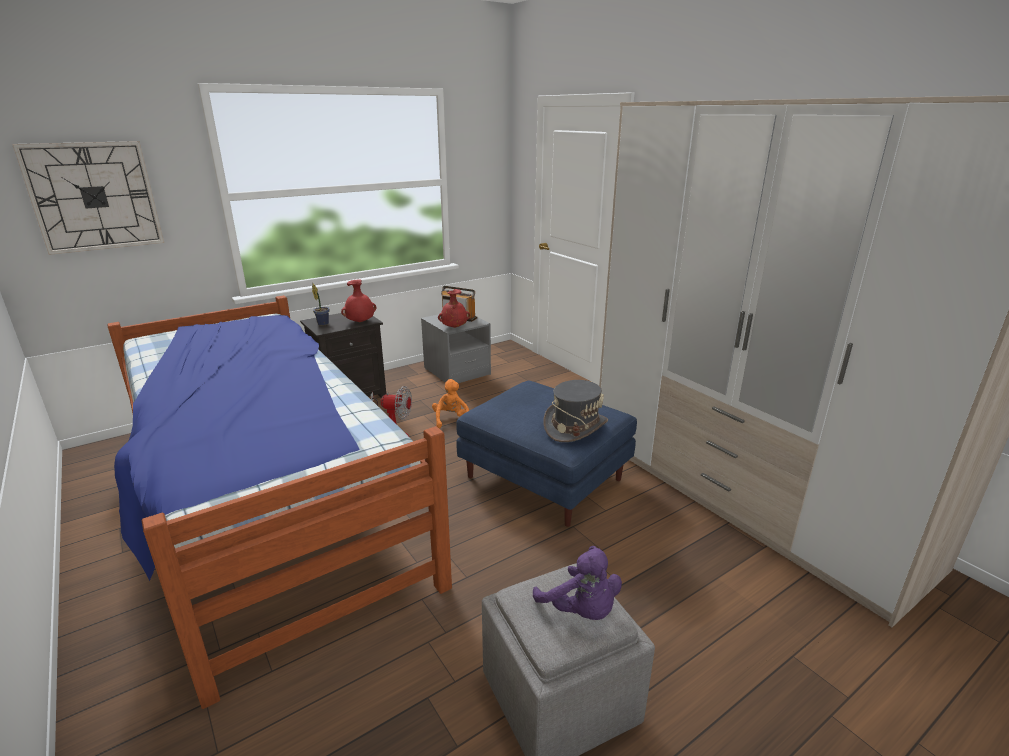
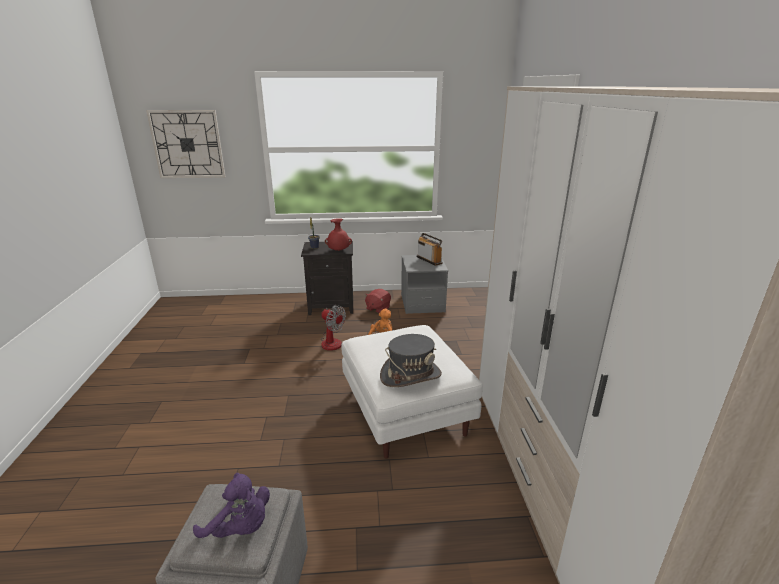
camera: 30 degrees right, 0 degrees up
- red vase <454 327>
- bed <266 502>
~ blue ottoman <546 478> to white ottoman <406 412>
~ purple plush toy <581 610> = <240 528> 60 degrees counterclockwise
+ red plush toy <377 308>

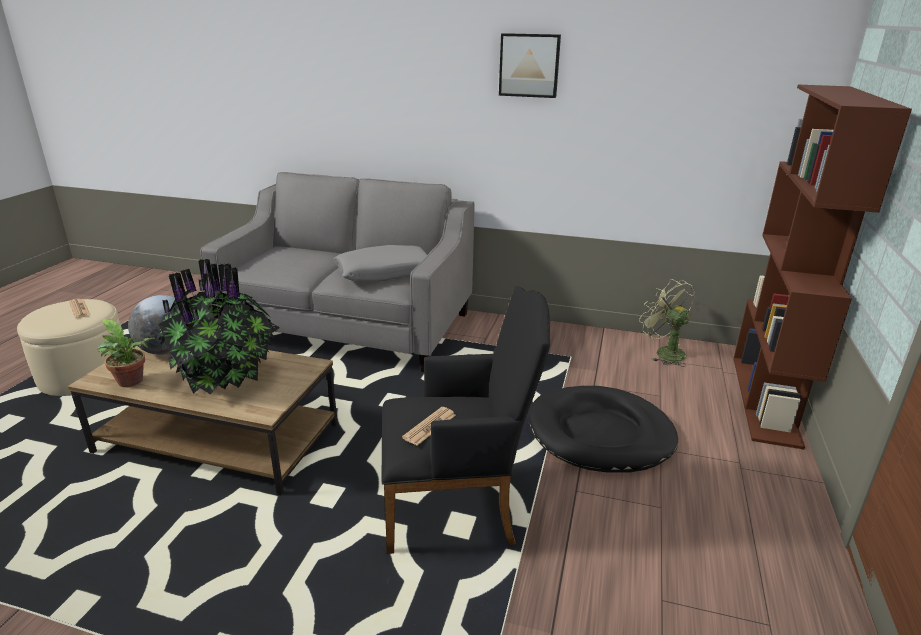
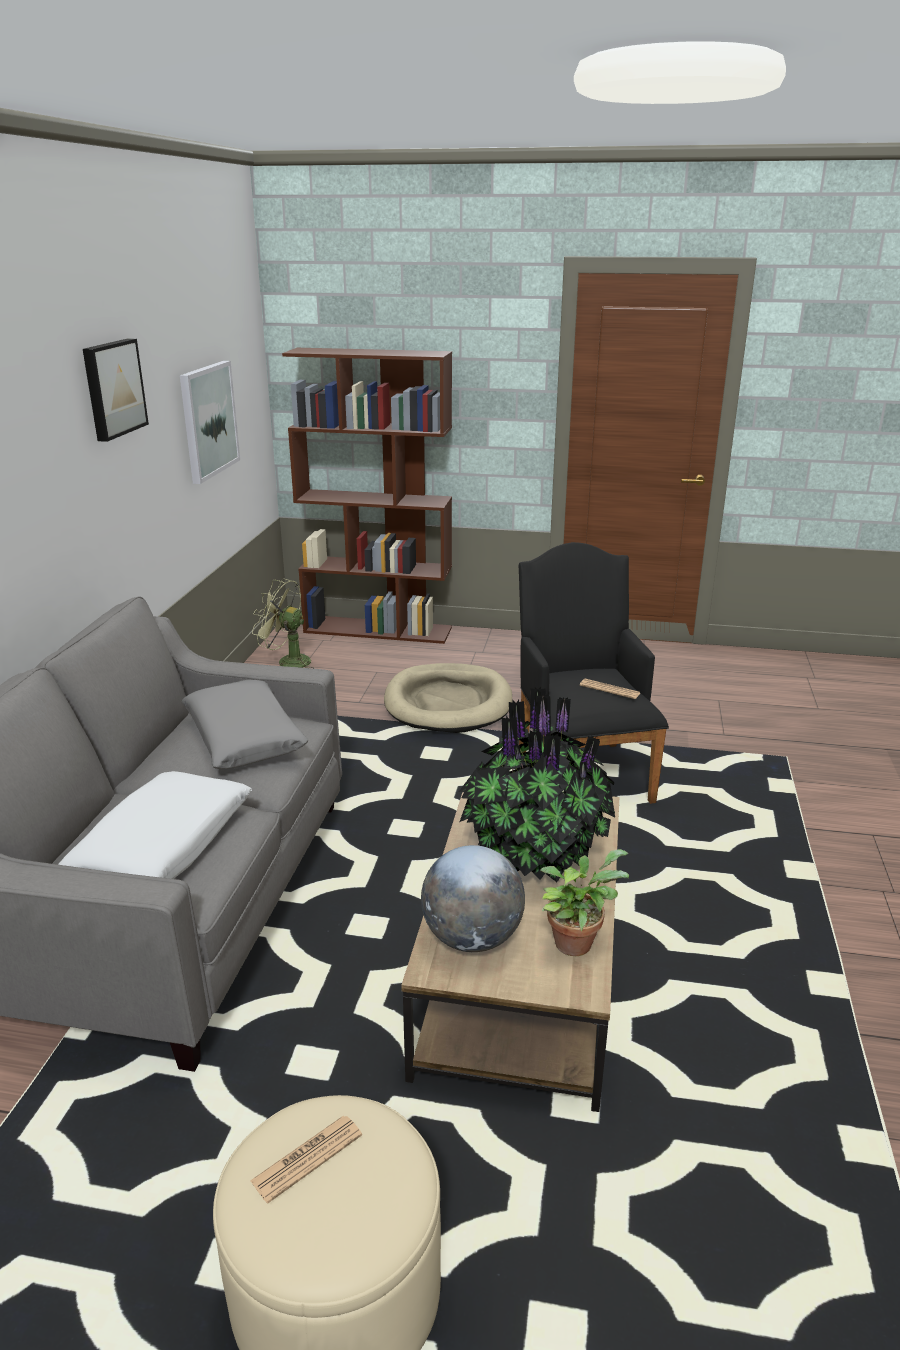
camera: 95 degrees left, 0 degrees up
~ green fan <664 352> = <287 662> 60 degrees clockwise
~ black dog bed <600 434> to beige dog bed <448 703>
+ picture <208 420>
+ white pillow <163 847>

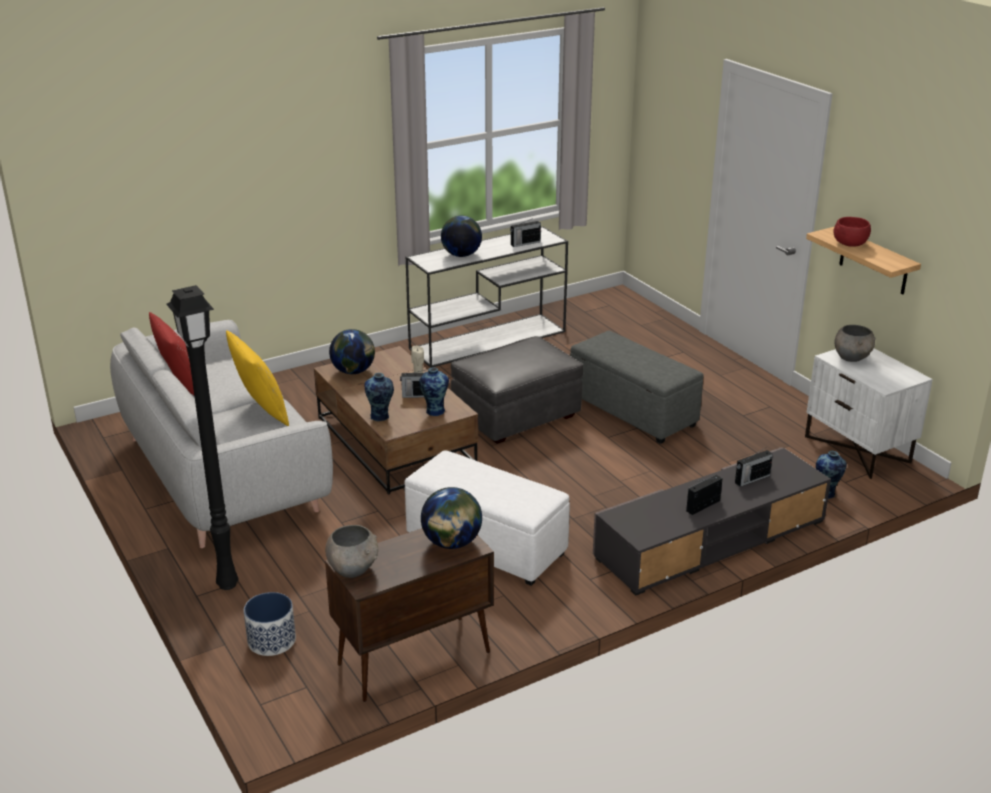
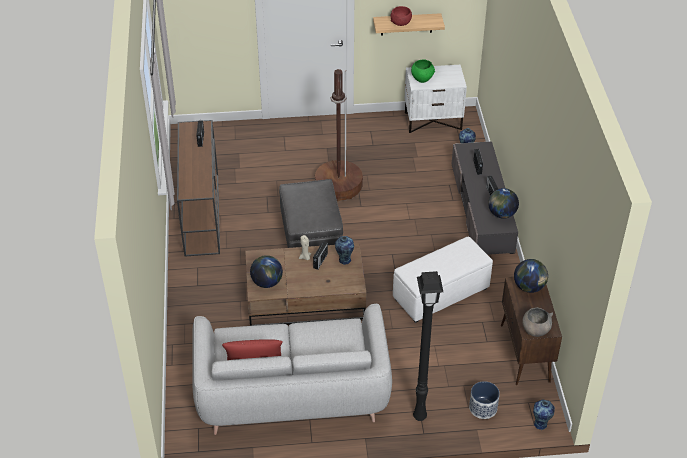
camera: 65 degrees left, 15 degrees up
~ globe <461 255> to <501 214>
~ white console table <489 339> to brown console table <201 213>
~ grey bowl <852 358> to green bowl <422 79>
- yellow pillow <261 411>
~ grey ottoman <631 411> to brown floor lamp <338 185>
~ vase <380 417> to <541 424>

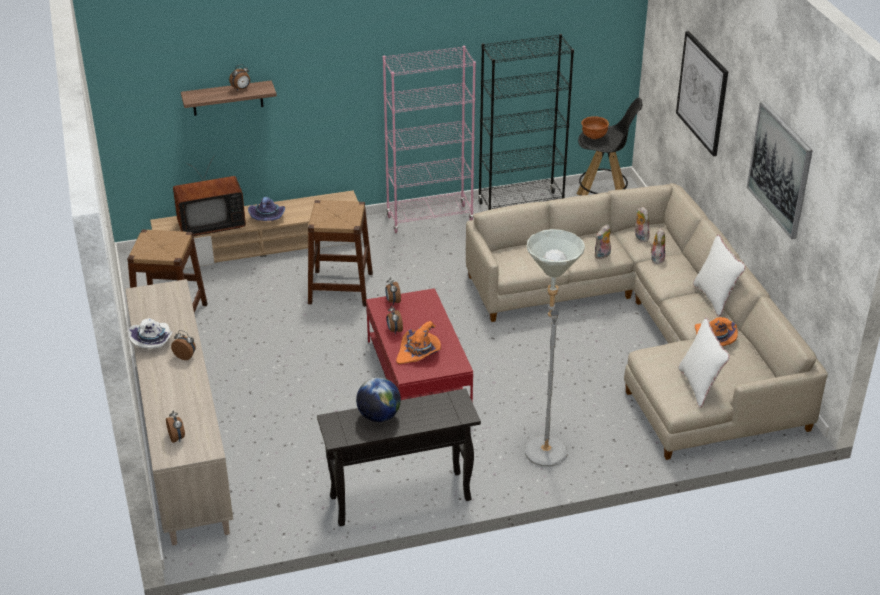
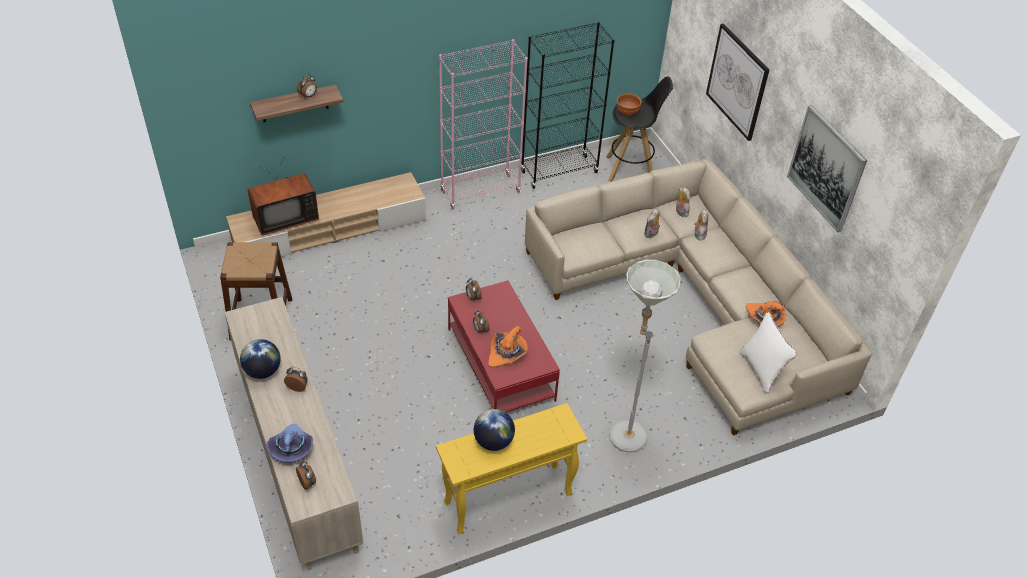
camera: 10 degrees left, 10 degrees up
~ purple hat <267 216> to <291 448>
- brown stool <340 288>
- white pillow <715 298>
~ white hat <153 340> to globe <263 371>
~ black console table <399 499> to yellow console table <507 499>

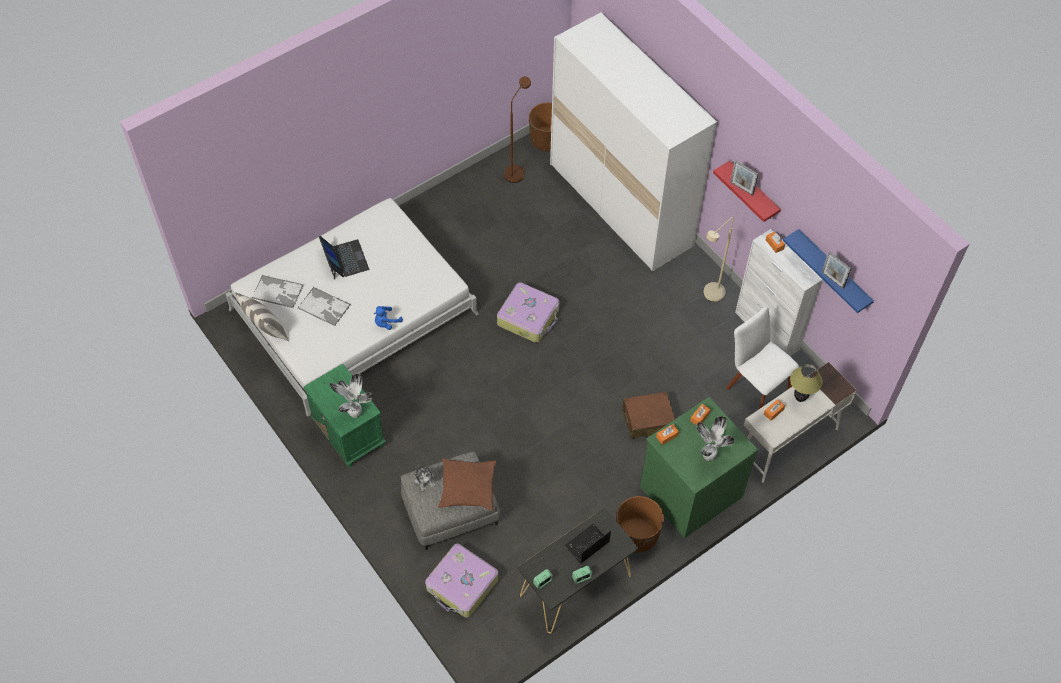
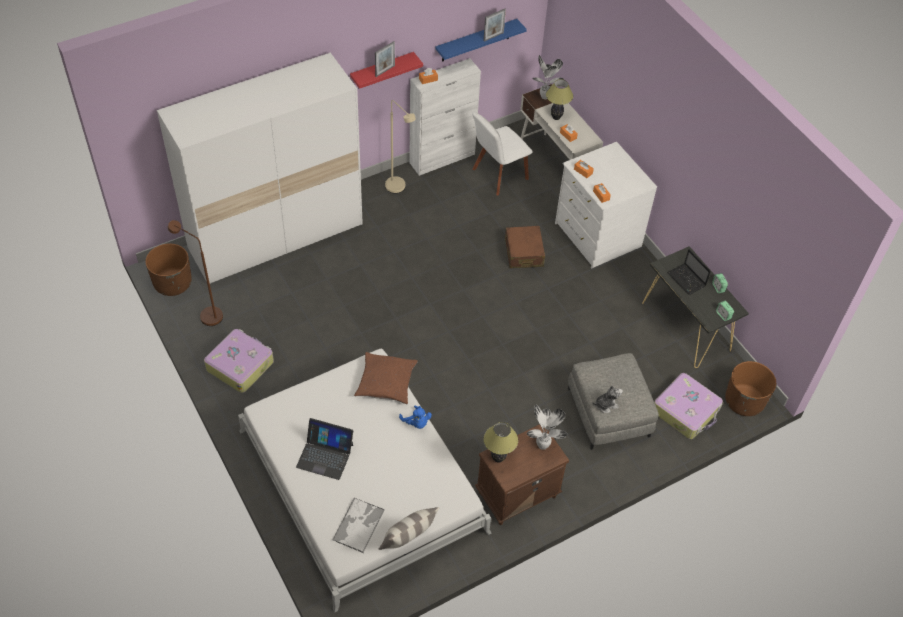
camera: 85 degrees left, 5 degrees down
~ laptop <345 259> = <325 455> 150 degrees counterclockwise
~ suitcase <529 317> to <240 365>
- tray <324 307>
~ green nightstand <348 434> to brown nightstand <516 495>
~ green dresser <690 490> to white dresser <596 235>
~ potted plant <707 456> to <545 97>
~ brown pillow <467 487> to <386 382>
~ brown planter <637 535> to <744 401>
+ table lamp <498 458>

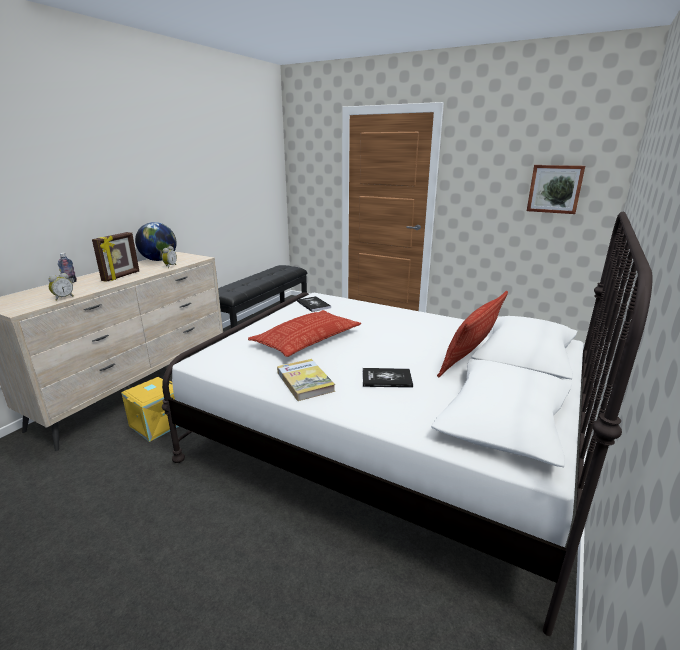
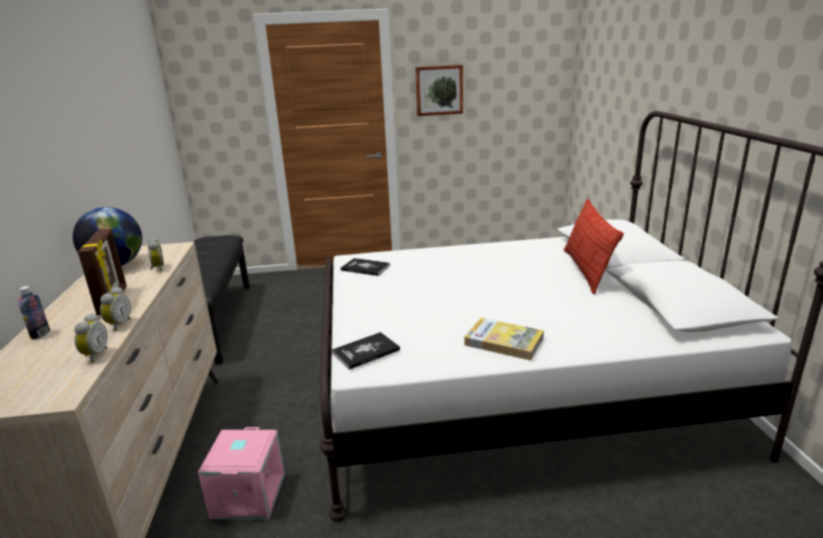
camera: 35 degrees left, 0 degrees up
~ picture <555 189> to <439 90>
- pillow <307 339>
~ book <386 379> to <365 351>
~ yellow storage box <157 424> to pink storage box <247 495>
+ alarm clock <118 325>

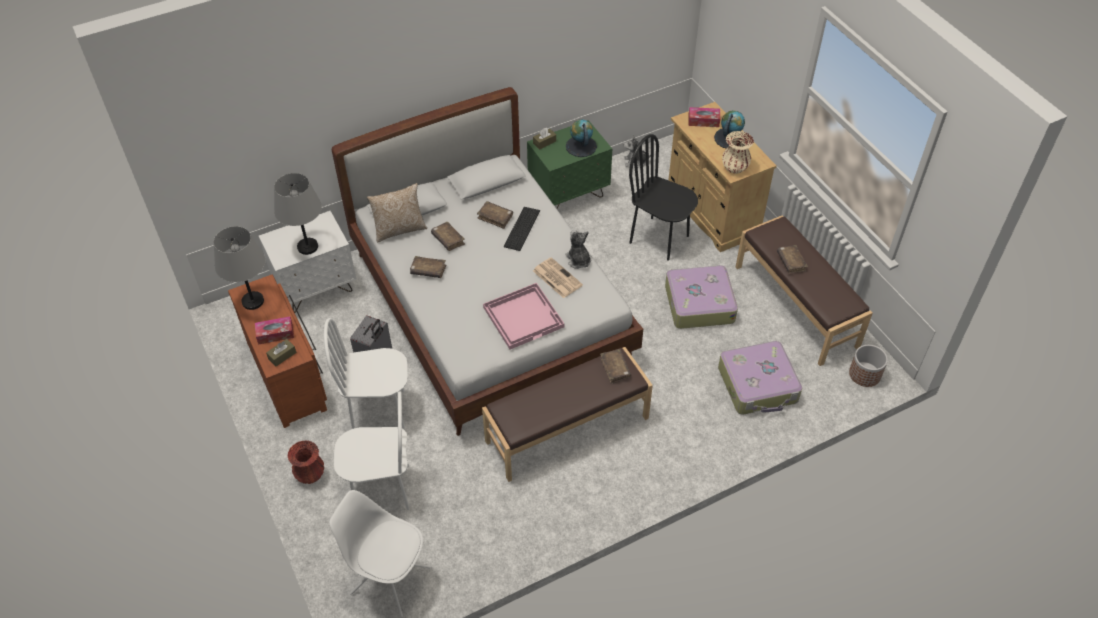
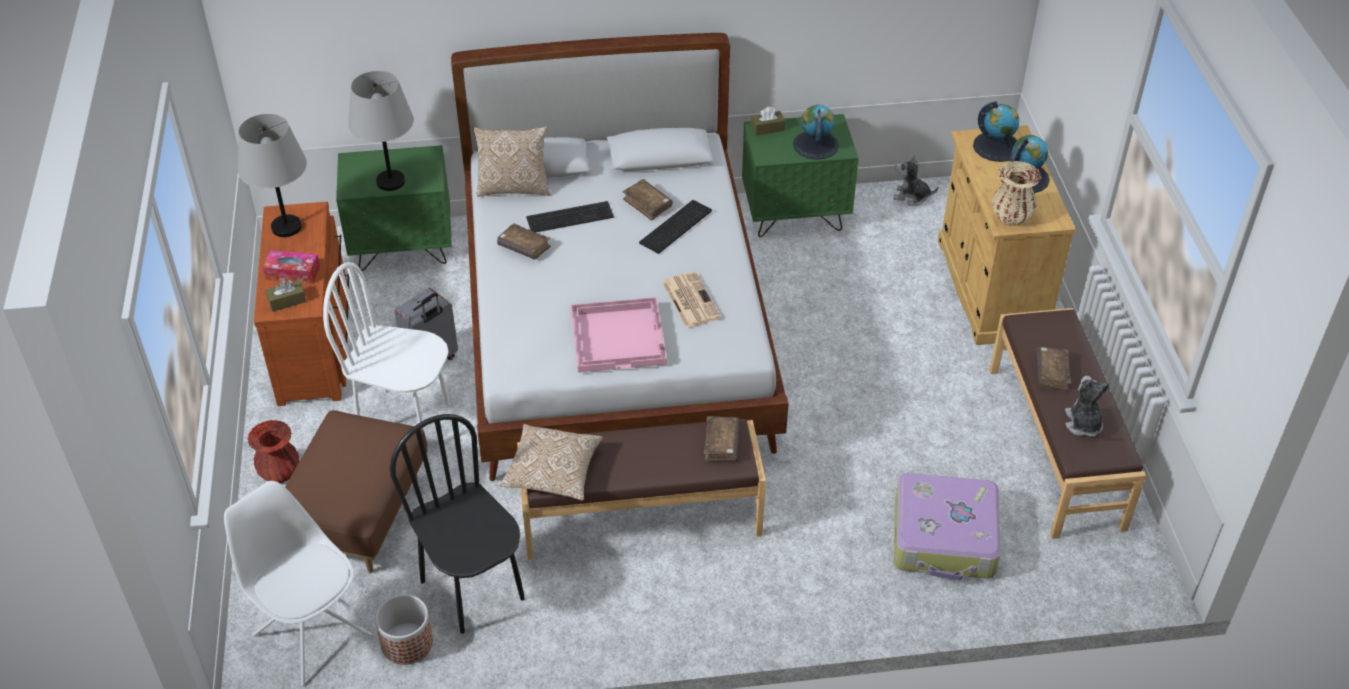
camera: 20 degrees right, 5 degrees down
~ tissue box <703 121> to globe <997 146>
~ black chair <659 239> to <473 589>
~ white nightstand <316 288> to green nightstand <403 249>
~ brown book <448 239> to keyboard <570 216>
~ plush toy <578 260> to <1083 424>
- suitcase <698 303>
~ planter <864 374> to <407 643>
~ white chair <382 489> to brown ottoman <360 518>
+ pillow <553 472>

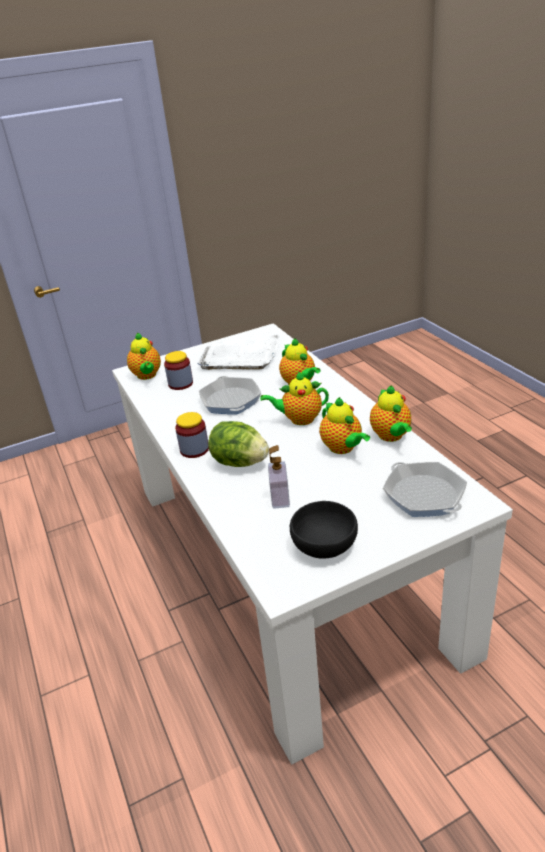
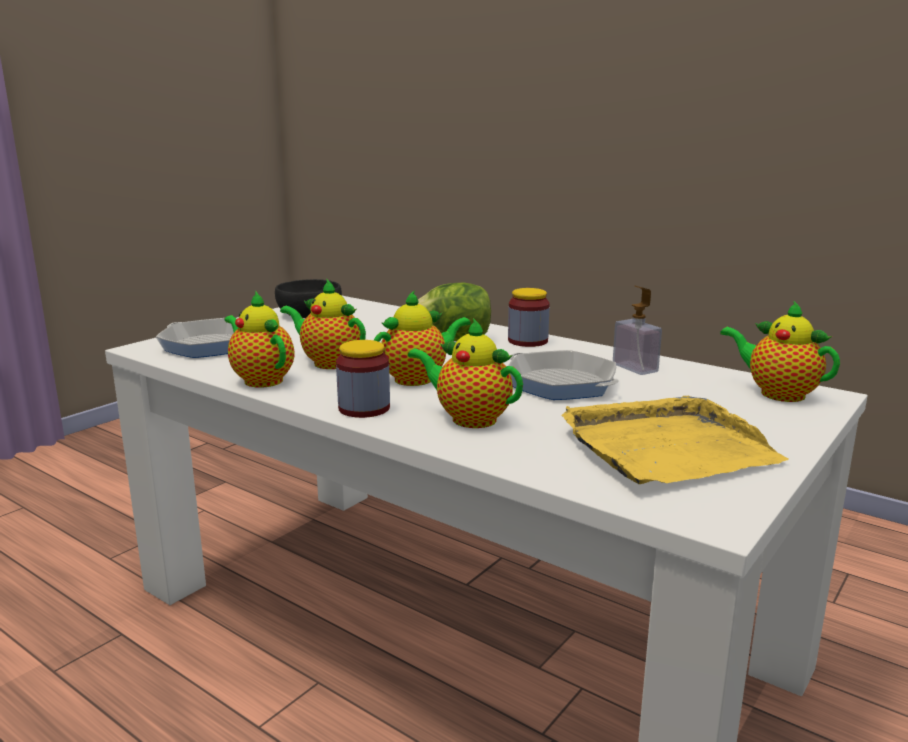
camera: 150 degrees right, 15 degrees down
~ white tray <241 356> to yellow tray <666 447>
~ jar <180 384> to <364 408>
~ soap dispenser <280 498> to <635 368>

